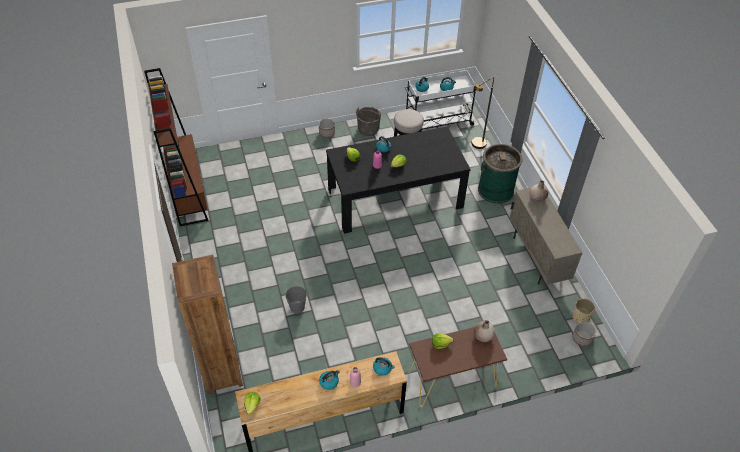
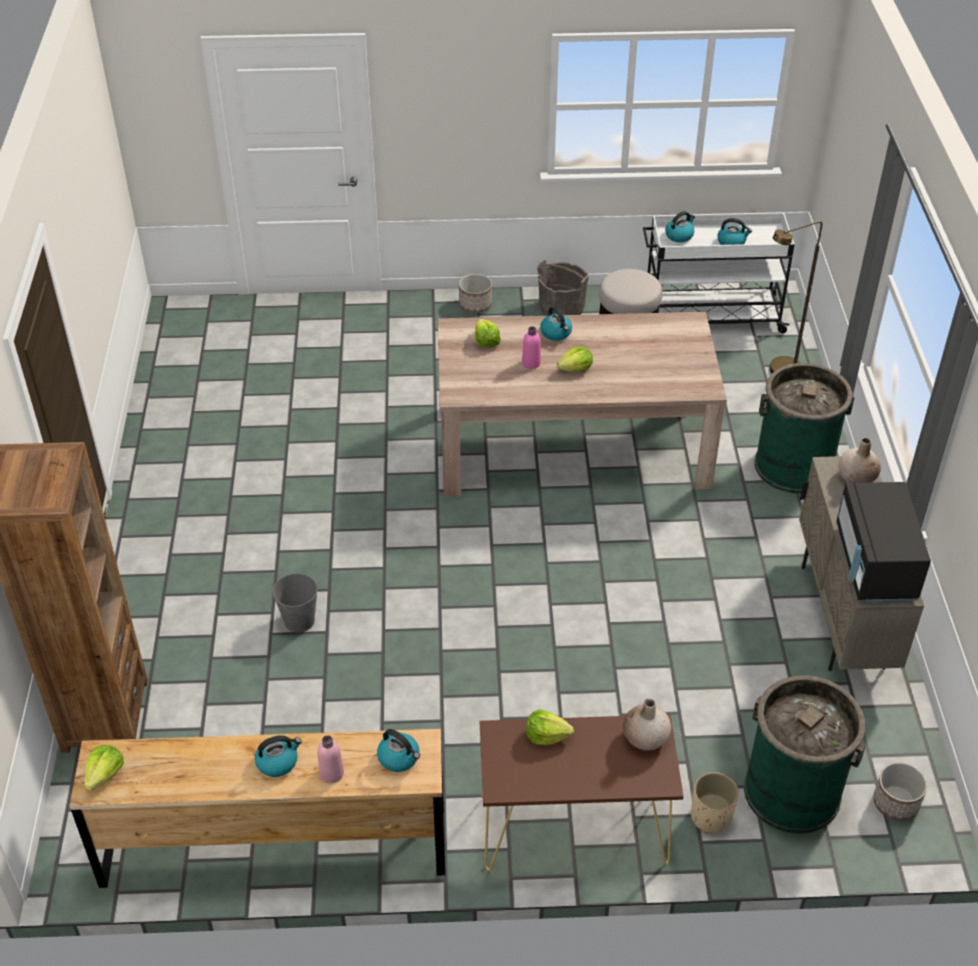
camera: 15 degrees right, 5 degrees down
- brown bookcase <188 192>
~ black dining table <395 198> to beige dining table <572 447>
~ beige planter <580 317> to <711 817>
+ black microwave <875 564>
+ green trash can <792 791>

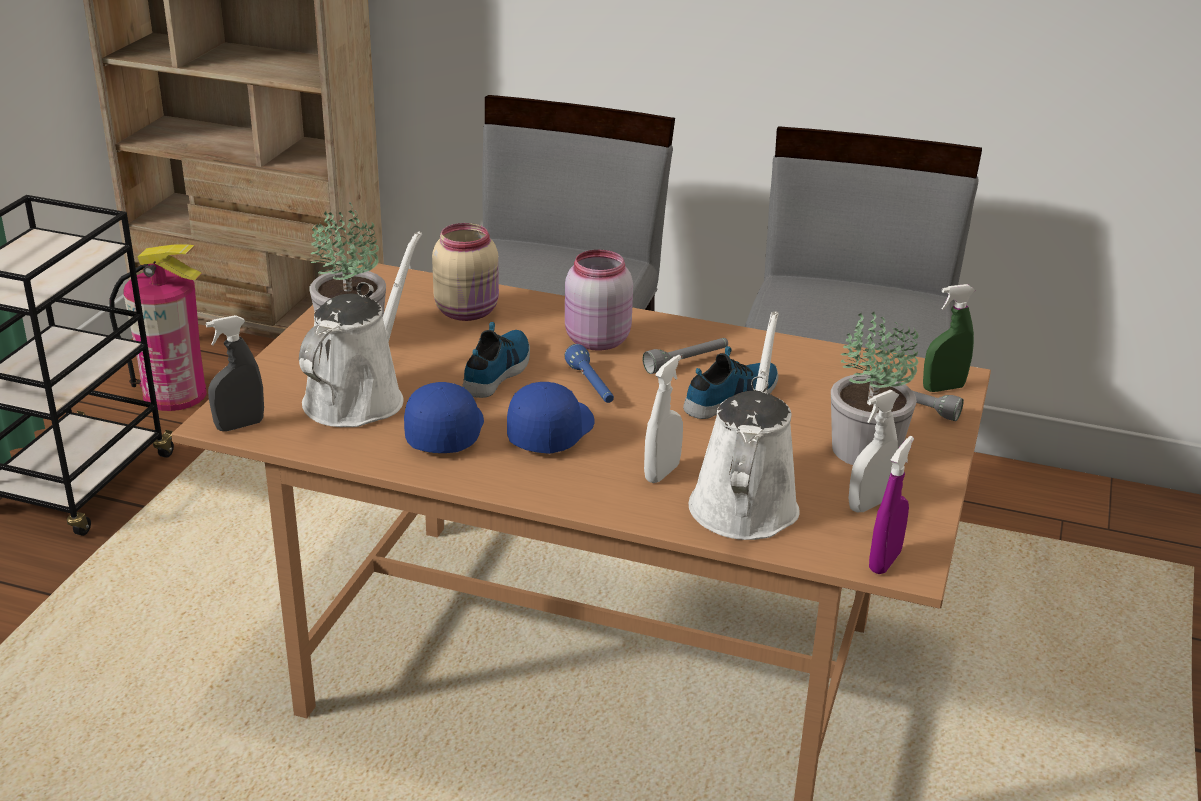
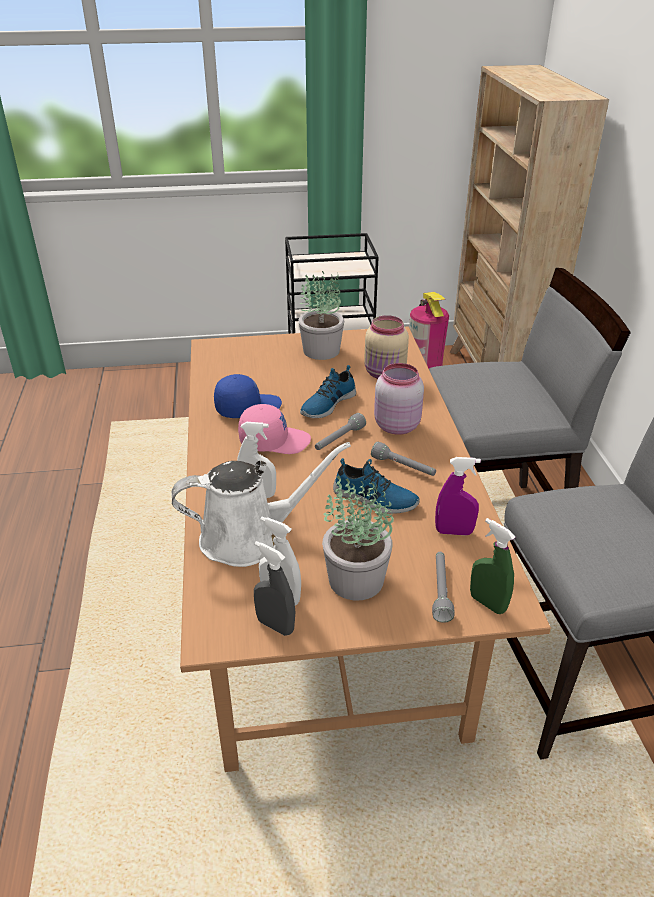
camera: 65 degrees right, 5 degrees up
- white watering can <359 396>
~ grey spray bottle <240 425> to <275 625>
~ shoe <499 371> = <327 404> 135 degrees clockwise
~ blue flashlight <591 386> to grey flashlight <339 439>
~ blue cap <550 431> to pink cap <274 441>
~ purple spray bottle <884 561> to <454 532>

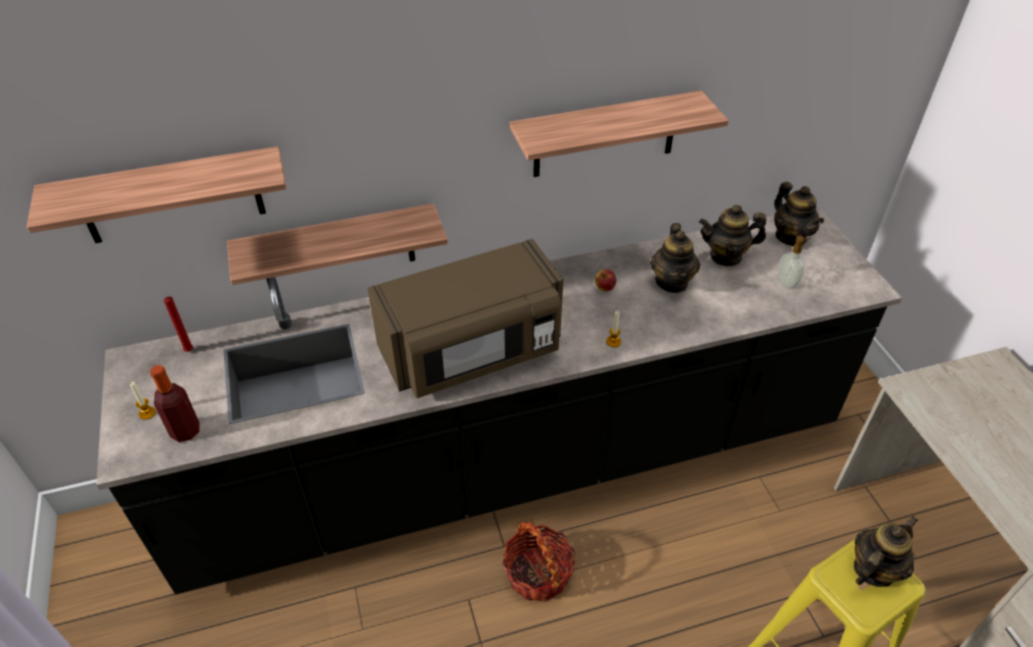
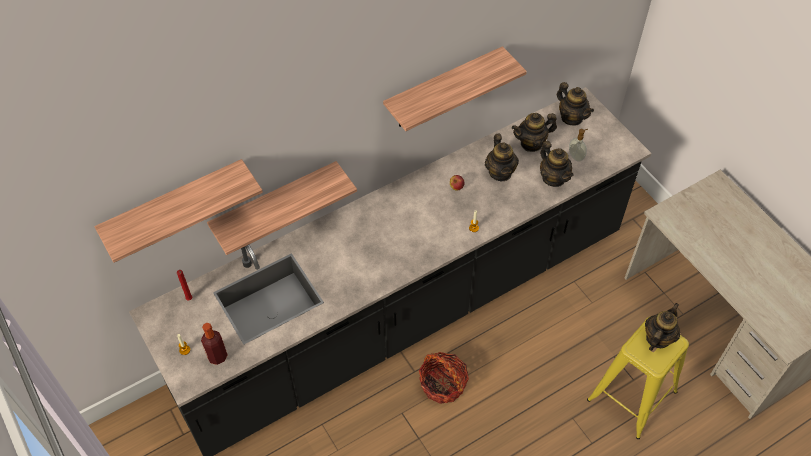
camera: 15 degrees left, 10 degrees up
- brown microwave <472 352>
+ teapot <553 178>

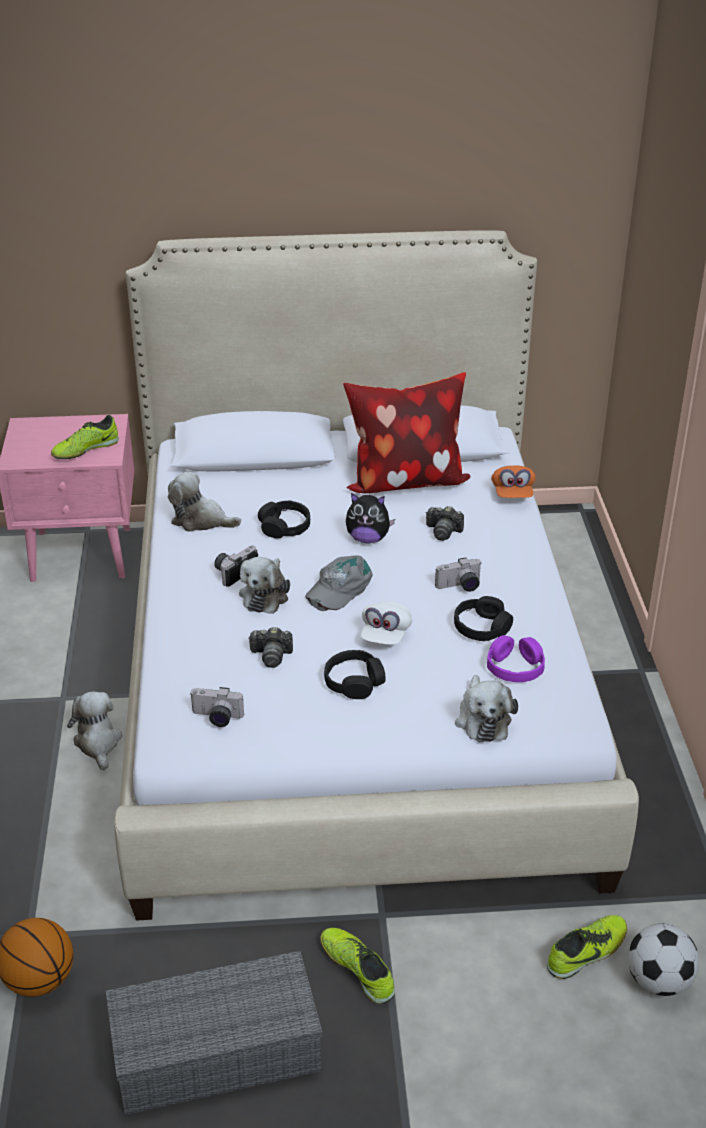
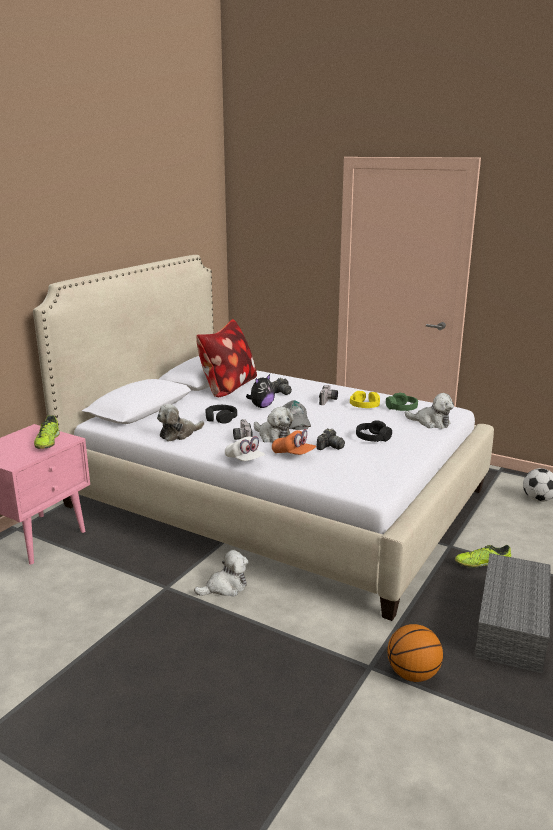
camera: 55 degrees left, 15 degrees down
~ orange cap <512 494> to <293 454>
~ black headphones <481 627> to yellow headphones <364 405>
~ white cap <385 635> to <245 460>
~ purple headphones <515 667> to green headphones <401 408>
- photo camera <216 718>
~ plush toy <98 743> = <225 587> 135 degrees clockwise
- shoe <587 952>

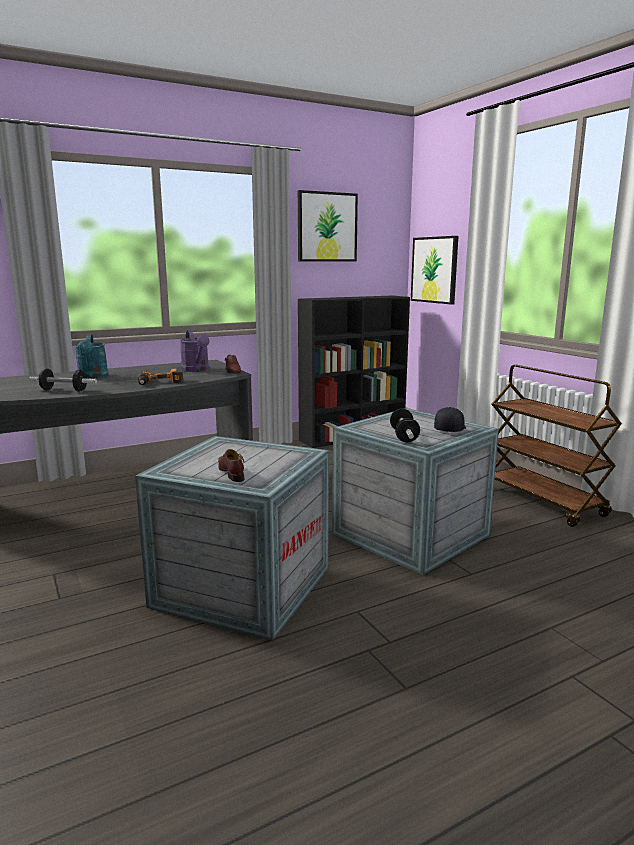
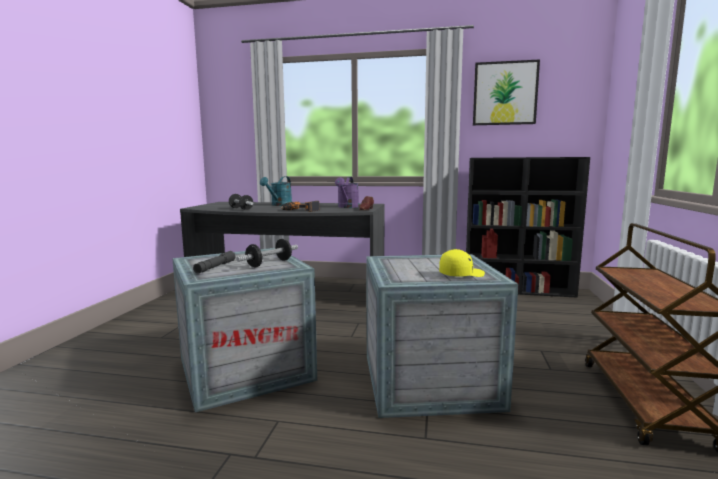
camera: 40 degrees right, 5 degrees down
- picture <434 270>
~ black cap <449 429> to yellow cap <461 274>
~ dumbbell <404 436> to <269 263>
~ brown shoe <231 472> to grey flashlight <215 267>

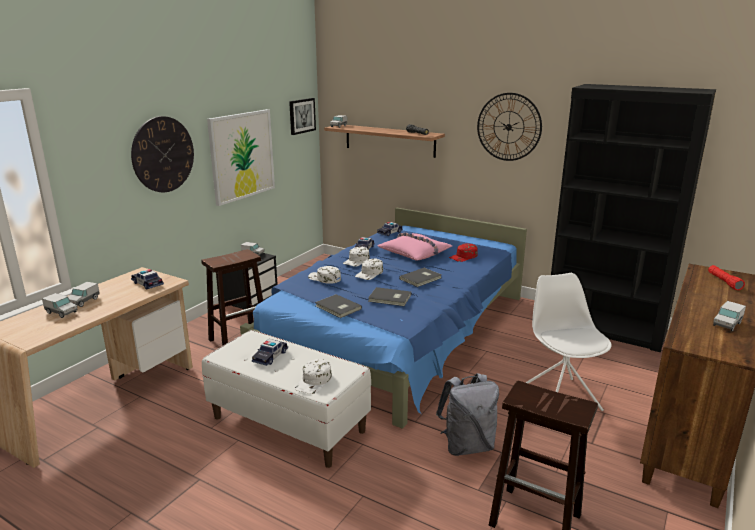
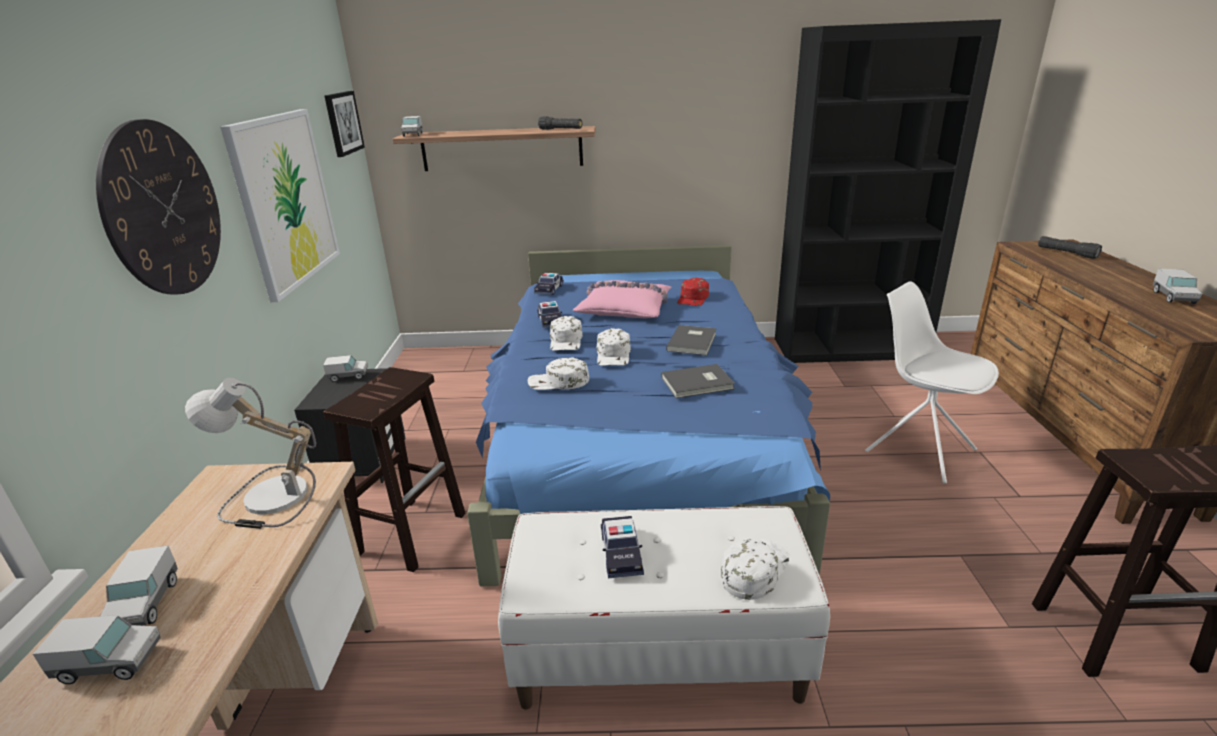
camera: 30 degrees left, 5 degrees up
- wall clock <508 127>
~ red flashlight <724 282> to black flashlight <1066 253>
~ toy car <147 283> to table lamp <269 499>
- grey book <337 308>
~ white cap <314 381> = <753 569> 135 degrees counterclockwise
- grey backpack <467 445>

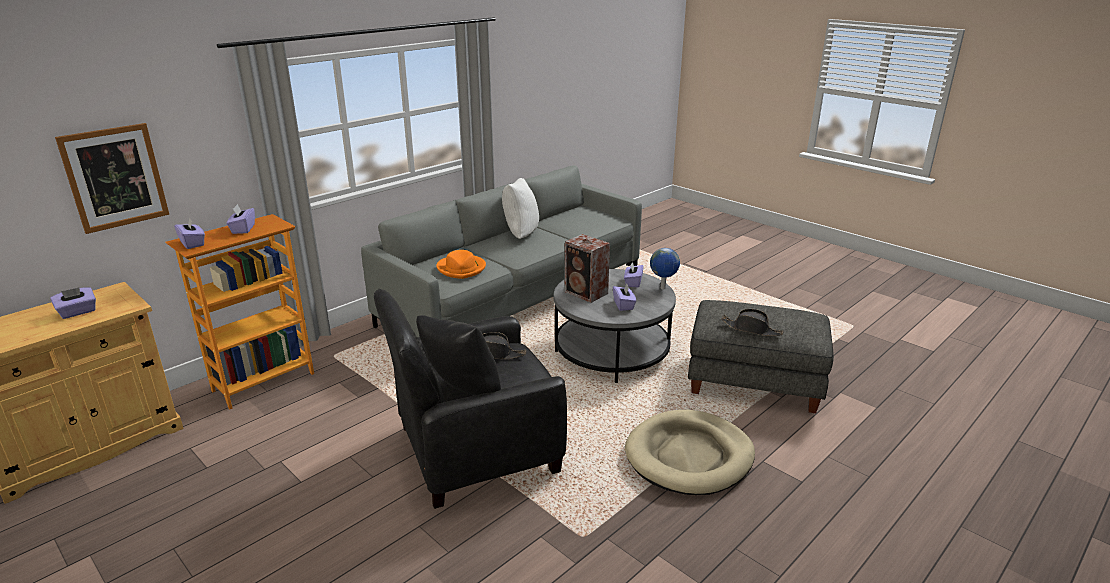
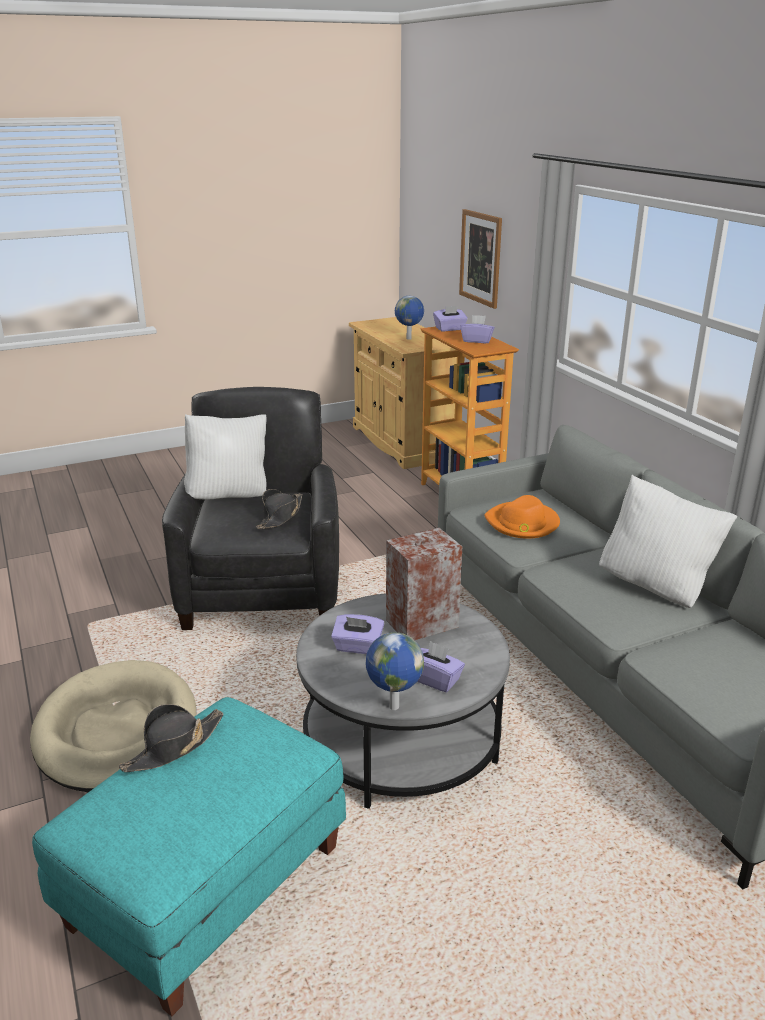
camera: 110 degrees right, 0 degrees up
~ purple tissue box <78 312> to globe <409 339>
~ grey ottoman <754 381> to turquoise ottoman <207 888>
~ black pillow <461 392> to white pillow <229 496>

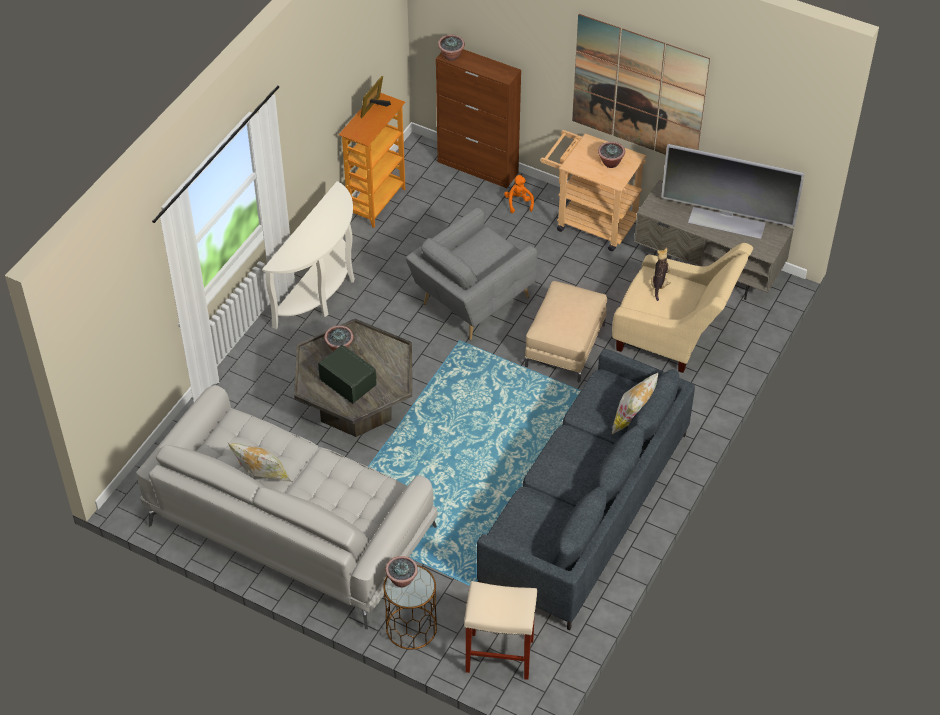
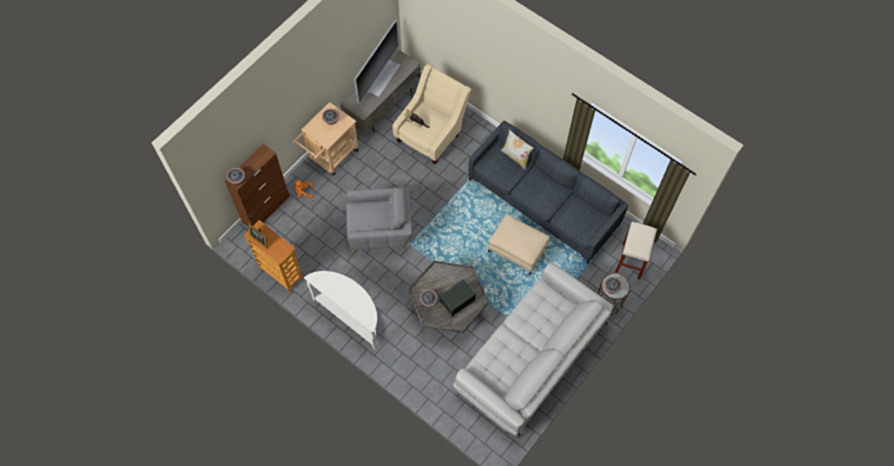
camera: 80 degrees left, 15 degrees up
- picture <638 90>
~ grey armchair <471 302> = <380 232> 60 degrees counterclockwise
~ beige ottoman <565 345> to <517 250>
- pillow <262 478>

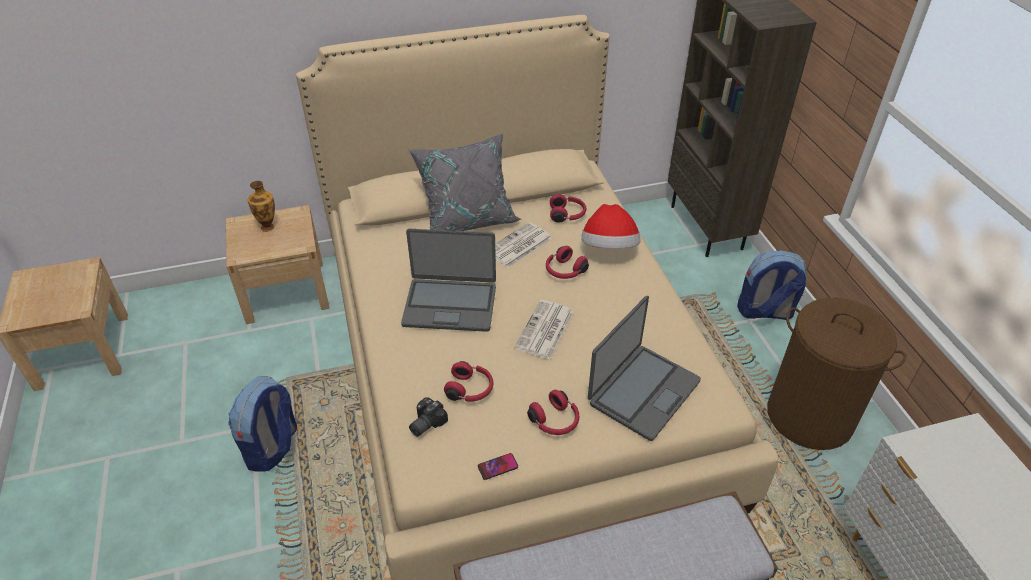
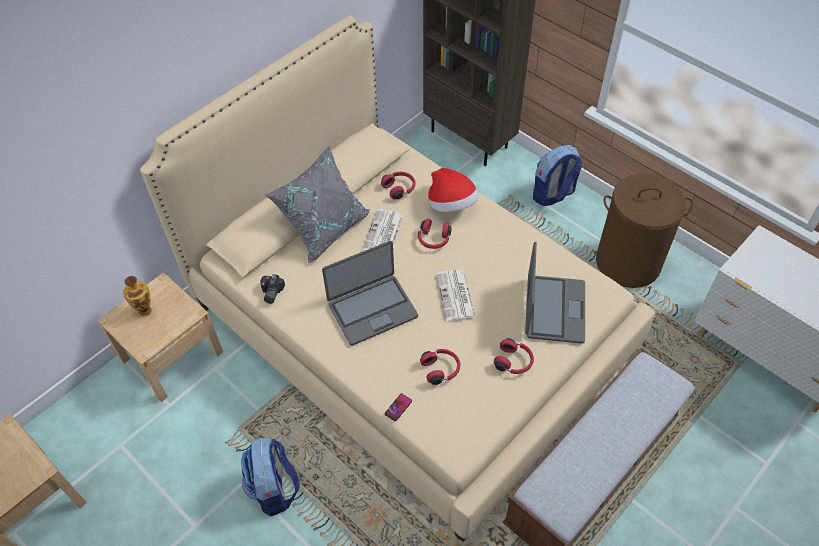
camera: 30 degrees left, 10 degrees up
~ photo camera <425 423> to <270 293>
~ phone <497 467> to <398 407>

